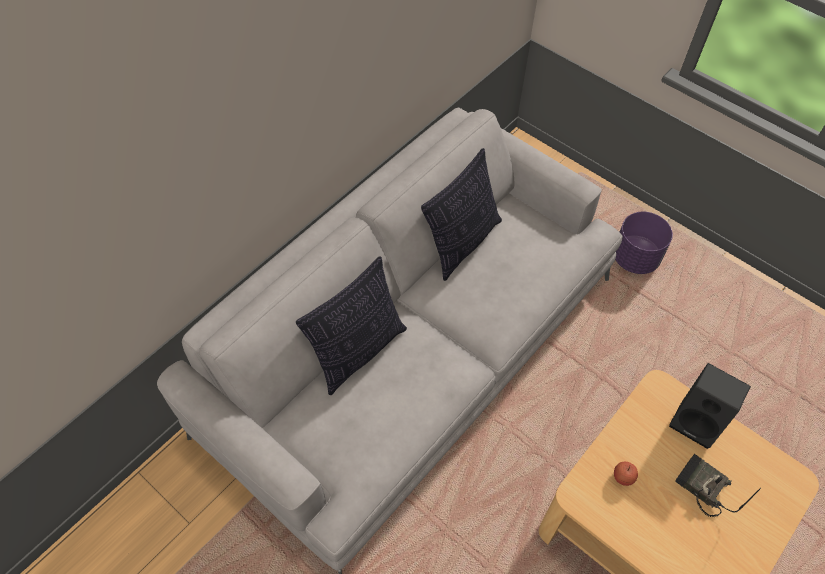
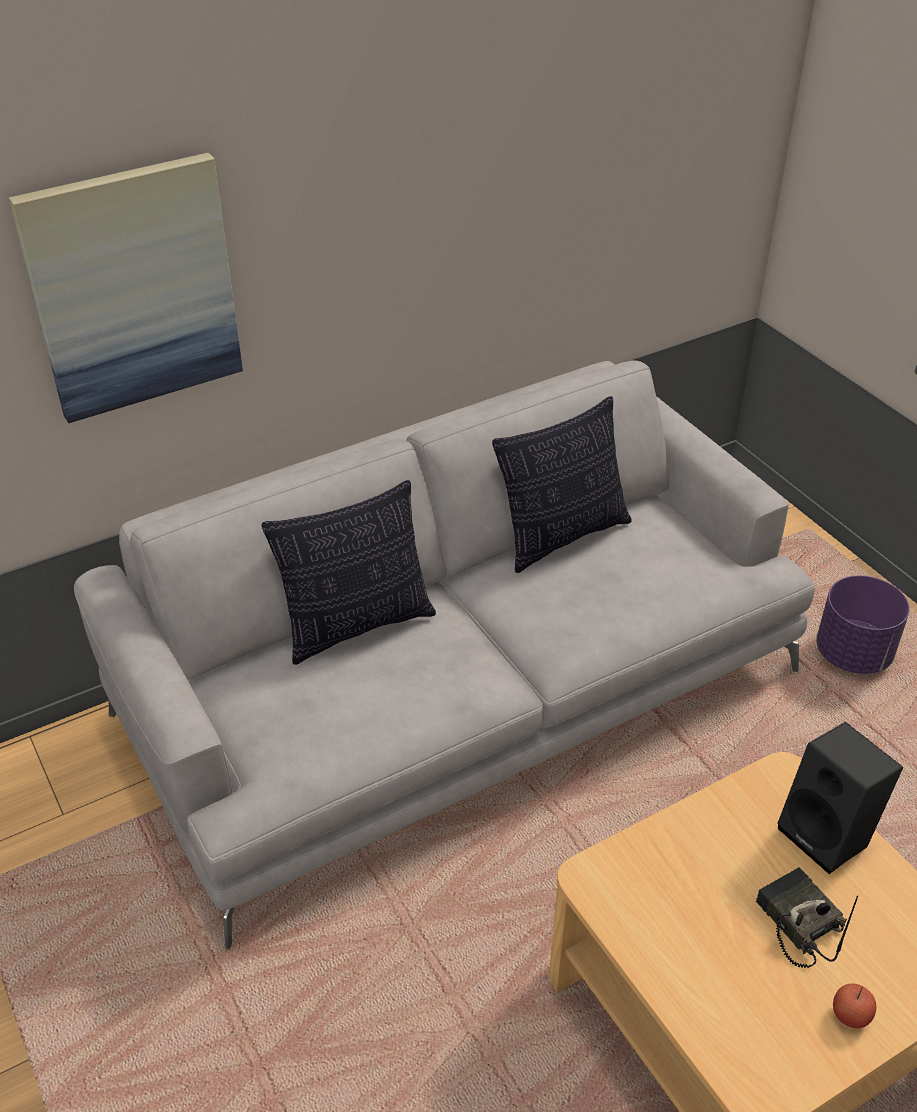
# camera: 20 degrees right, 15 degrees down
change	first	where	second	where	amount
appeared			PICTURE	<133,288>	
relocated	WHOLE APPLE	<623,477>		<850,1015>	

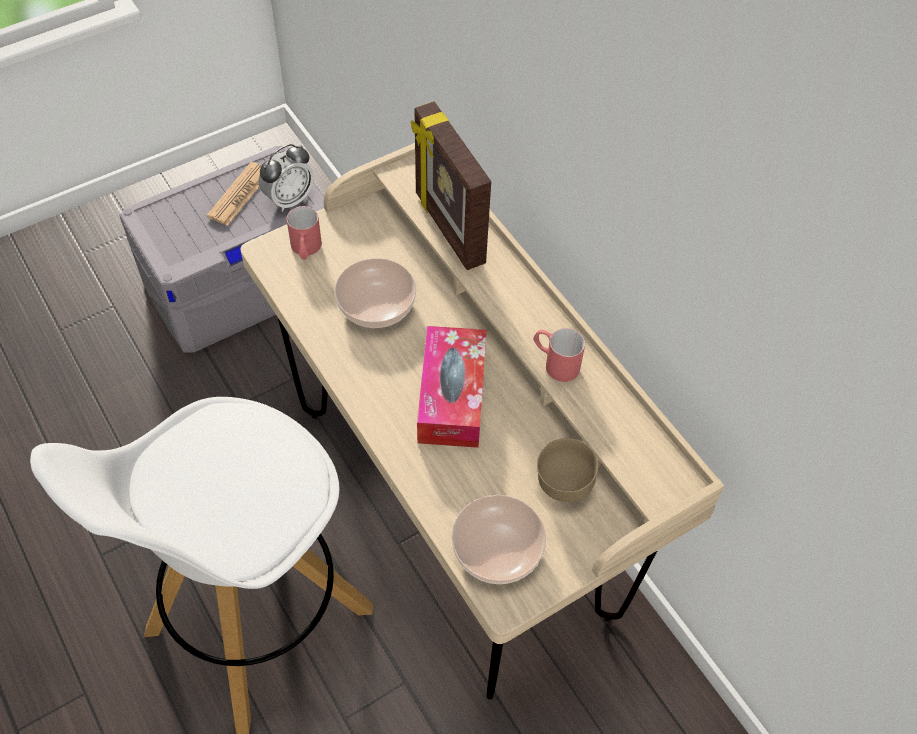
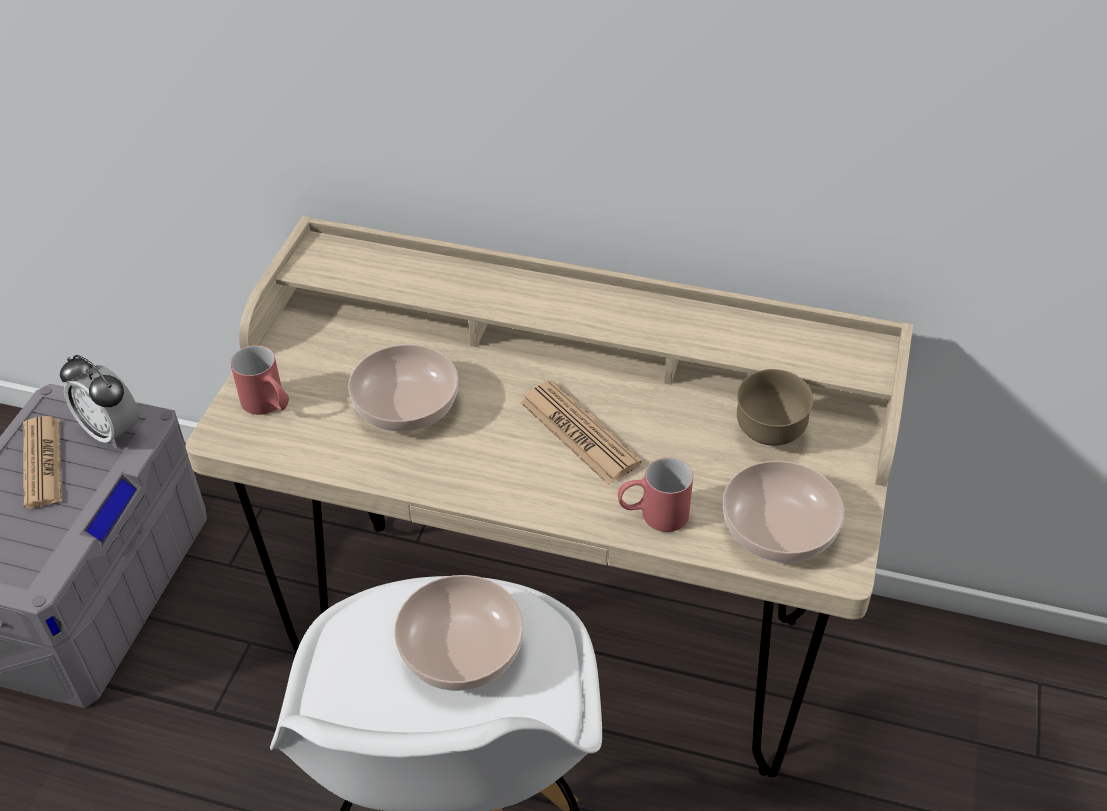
# camera: 40 degrees left, 10 degrees down
change	first	where	second	where	amount
spun	ALARM CLOCK	<289,199>		<111,431>	120 degrees clockwise
appeared			BOWL	<459,649>	
exchanged	TISSUE HOLDER	<452,396>	NEWSPAPER	<579,433>	
relocated	RED-COLOURED COFFEE MUG	<555,363>		<652,515>	
missing	STANDING FRAME	<448,229>			

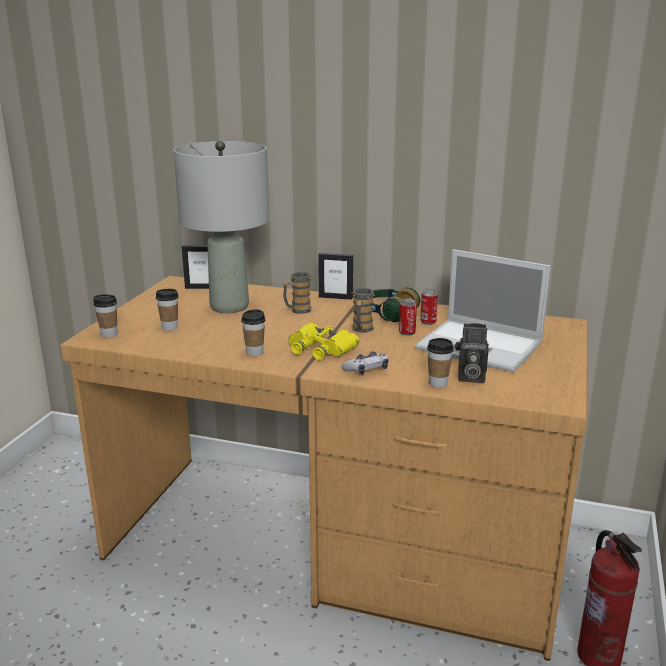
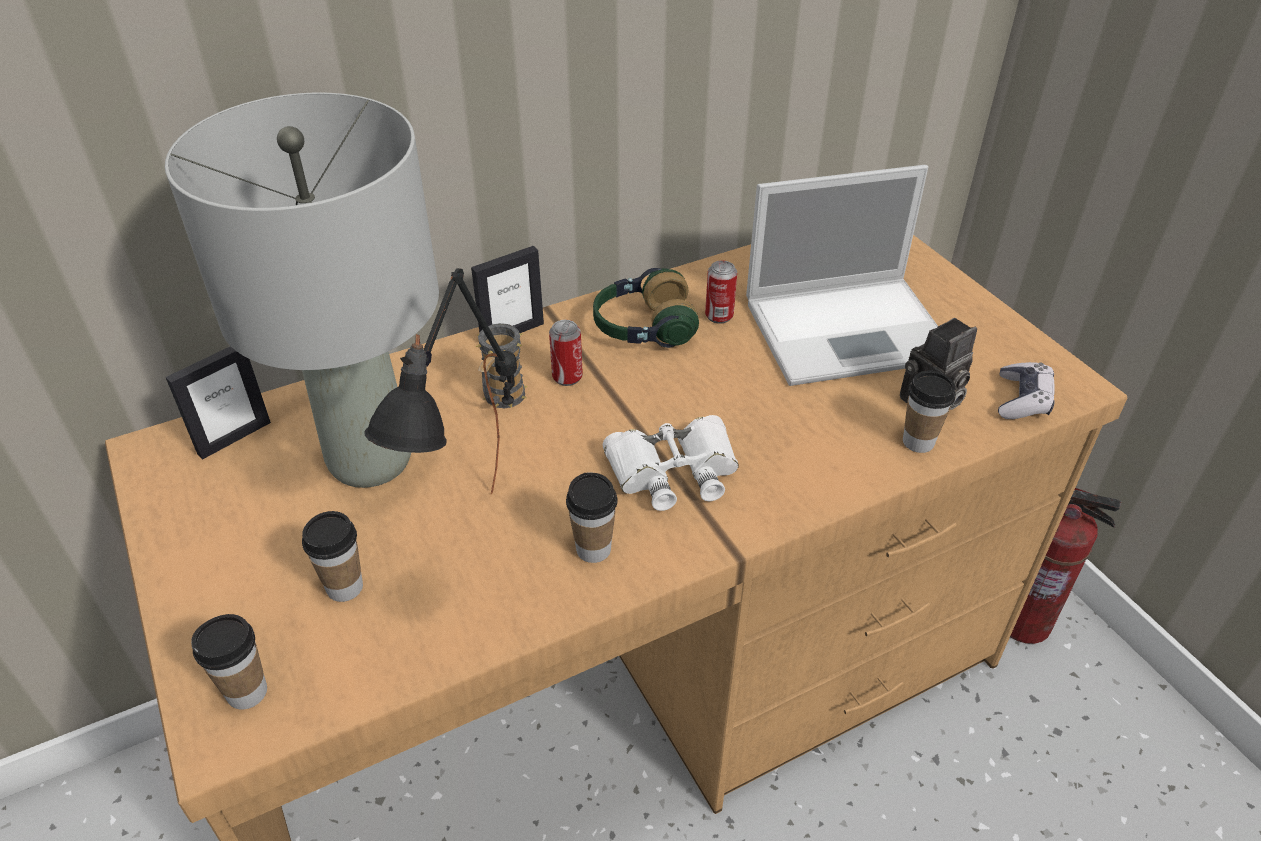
# camera: 45 degrees left, 20 degrees up
change	first	where	second	where	amount
appeared			BLACKISH LAMP FOR A TABLE	<478,547>	
relocated	METAL CAN	<407,332>		<567,377>	
colour	YELLOW PAIR OF BINOCULARS	<320,348>	WHITISH PAIR OF BINOCULARS	<673,470>	
relocated	GAMEPAD	<366,370>		<1022,400>	
missing	COFFEE MUG	<361,330>			

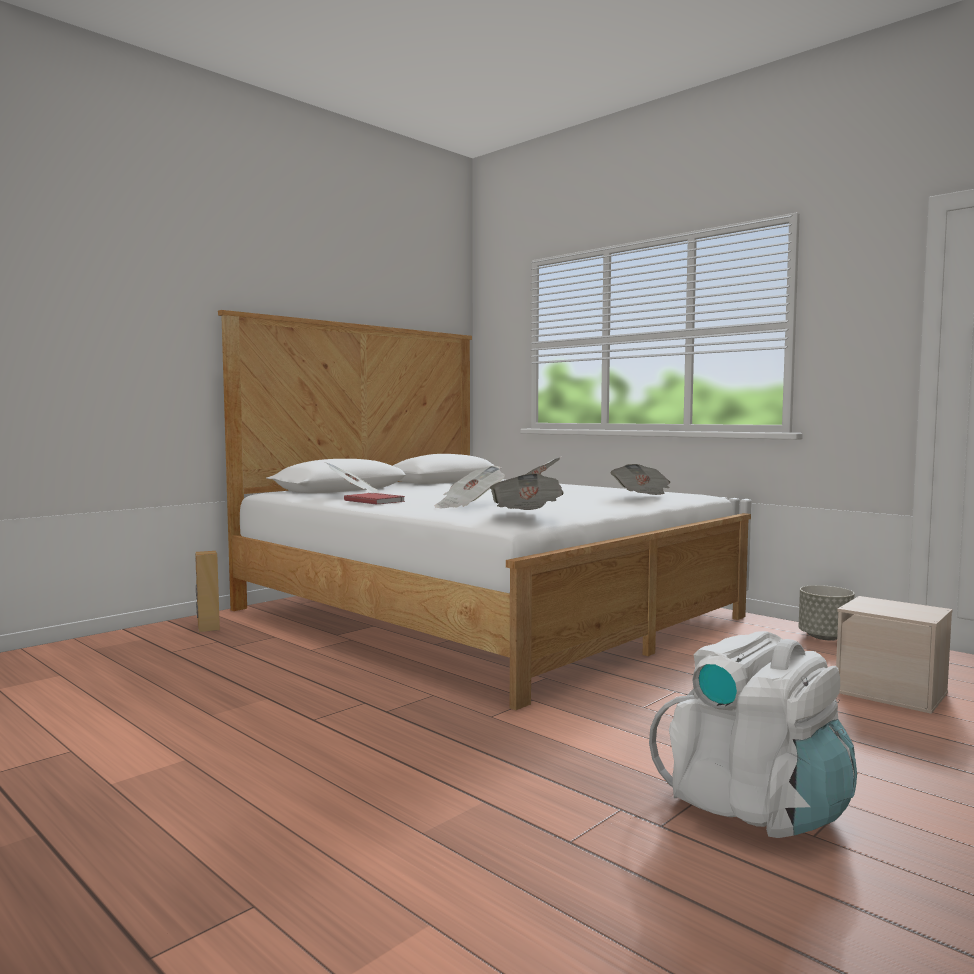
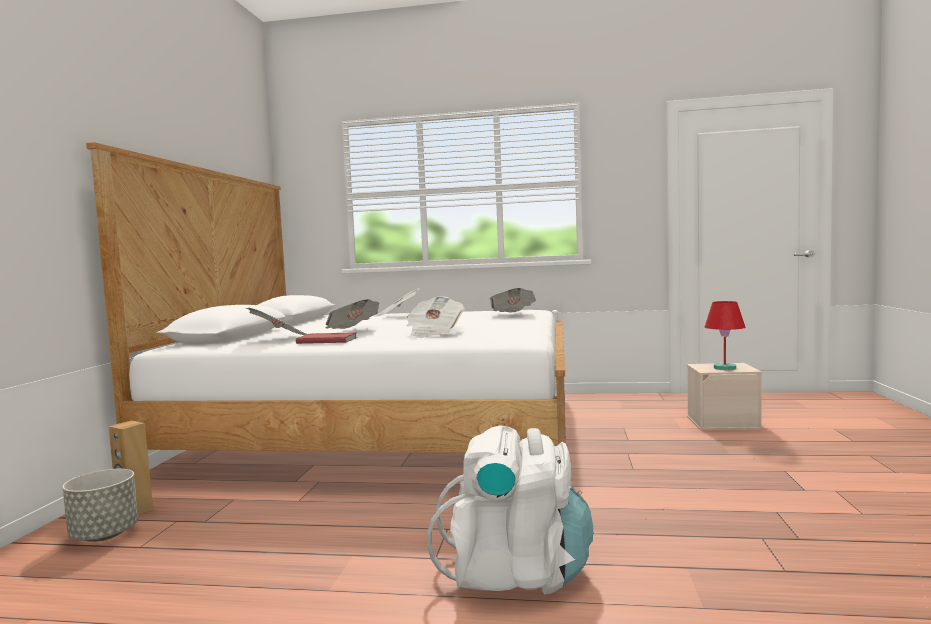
# camera: 35 degrees left, 0 degrees up
change	first	where	second	where	amount
relocated	GREYISH PLANTER	<825,637>		<105,535>	
relocated	NEWSPAPER	<526,514>		<353,330>	
relocated	WHITISH RUCKSACK	<754,806>		<515,572>	
appeared			RED-COLOURED LAMP FOR A TABLE	<724,368>	

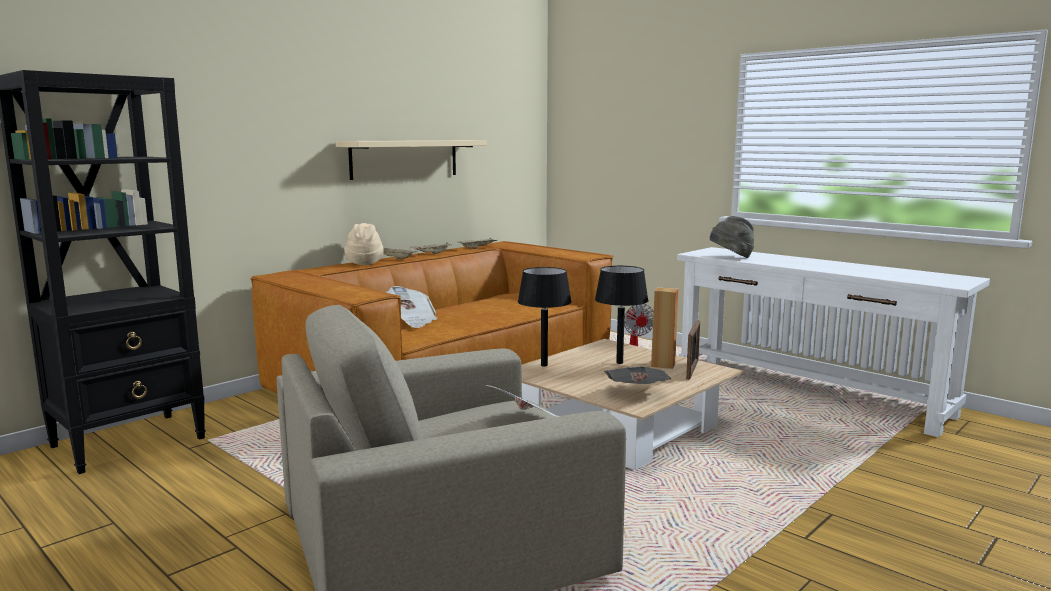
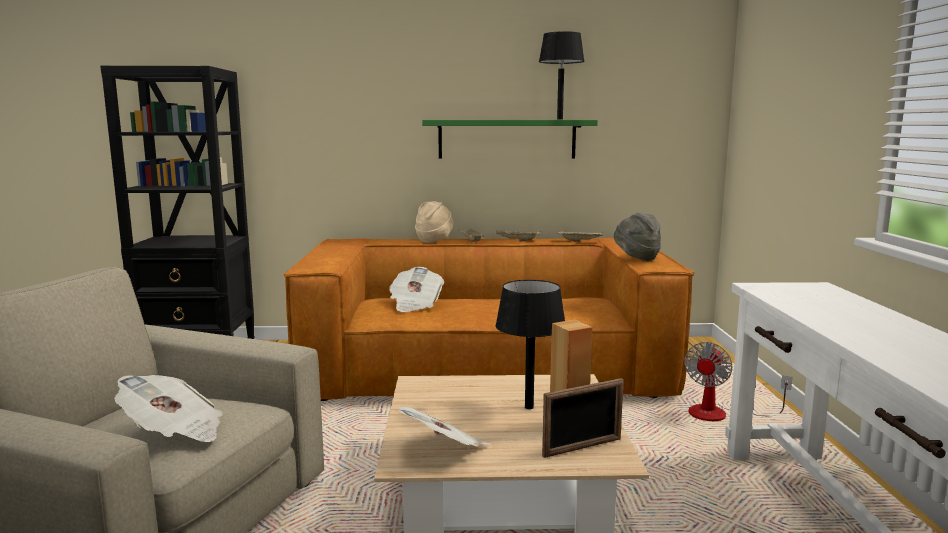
# camera: 45 degrees right, 0 degrees up
change	first	where	second	where	amount
colour	BEIGE SHELF	<405,159>	GREEN SHELF	<507,139>	
relocated	BLACKISH LAMP FOR A TABLE	<544,365>		<560,119>	
relocated	GREYISH CLOTHING HAT	<731,257>		<636,258>	

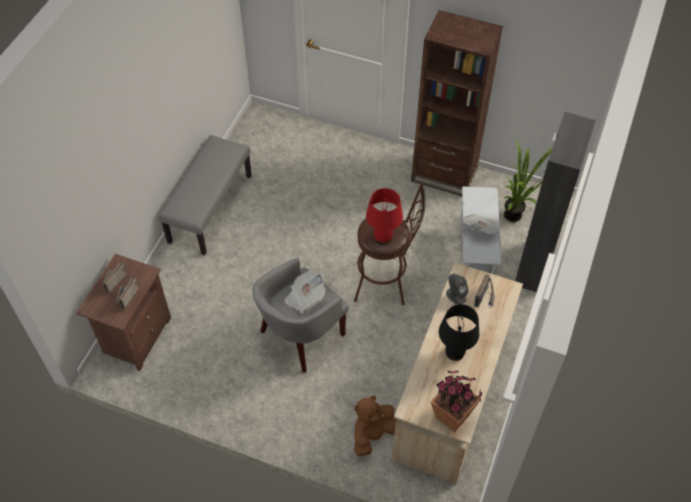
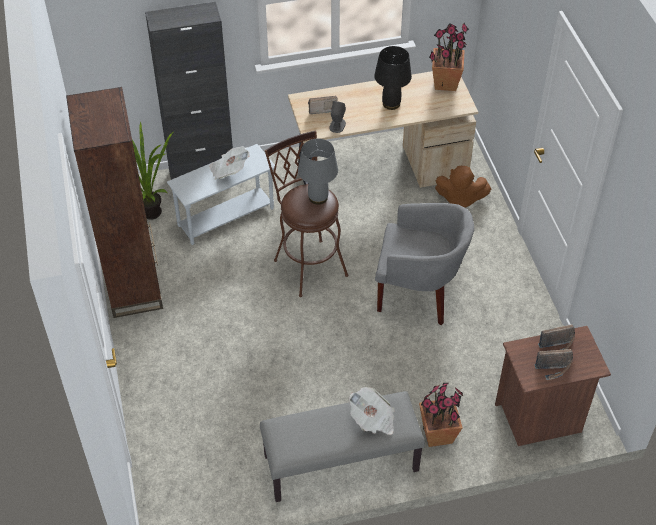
# camera: 125 degrees left, 5 degrees down
change	first	where	second	where	amount
colour	RED-COLOURED LAMP FOR A TABLE	<382,238>	GREYISH LAMP FOR A TABLE	<318,197>	
relocated	NEWSPAPER	<305,298>		<372,419>	
appeared			HOUSEPLANT	<438,434>	

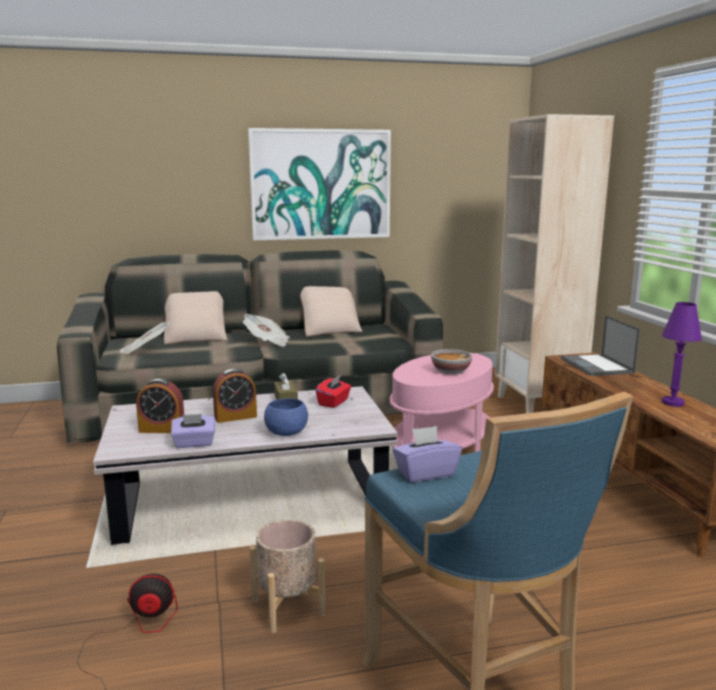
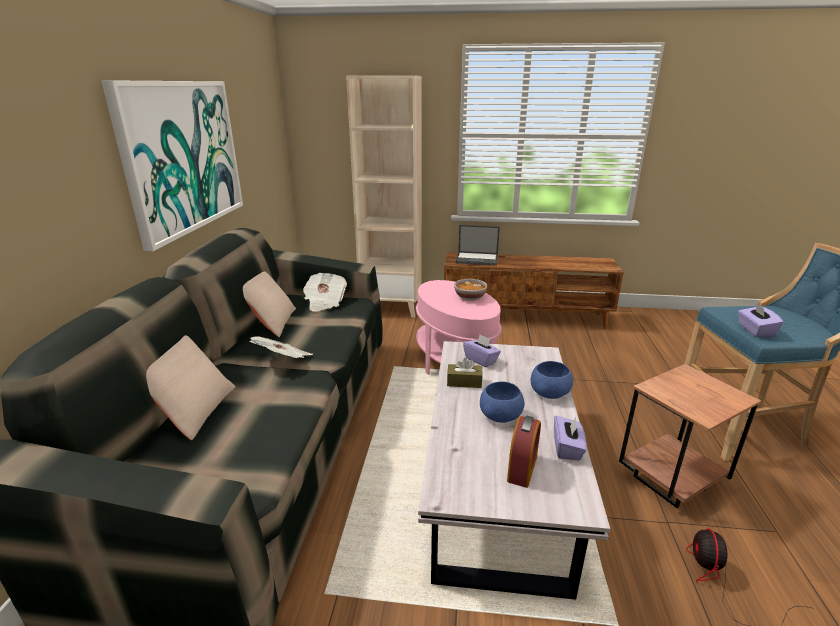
# camera: 70 degrees left, 10 degrees up
change	first	where	second	where	amount
relocated	NEWSPAPER	<145,351>		<324,302>	
colour	RED-COLOURED TISSUE HOLDER	<334,402>	PURPLE-COLOURED TISSUE HOLDER	<481,360>	
exchanged	ALARM CLOCK	<235,417>	BLUISH BOWL	<499,416>	
exchanged	BEIGE PLANTER	<288,608>	BROWN ACCENT TABLE	<671,483>	
missing	PURPLE-COLOURED LAMP FOR A TABLE	<673,403>			

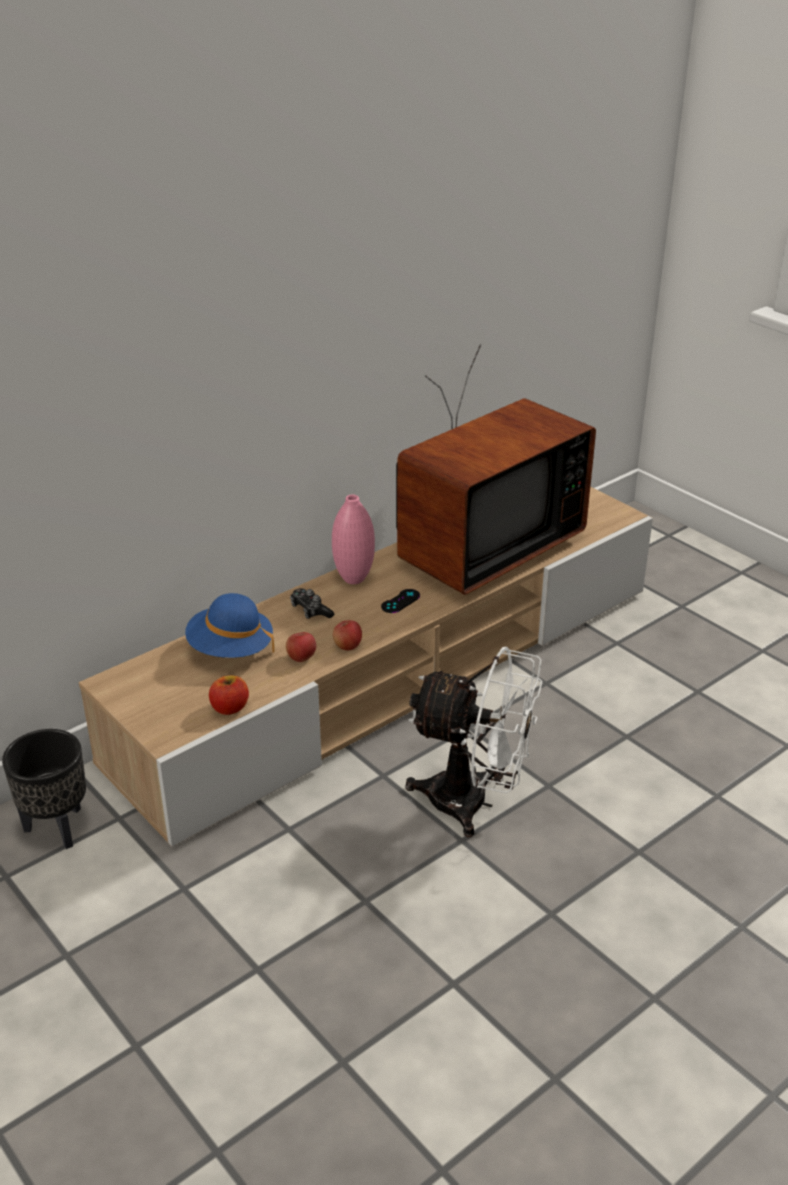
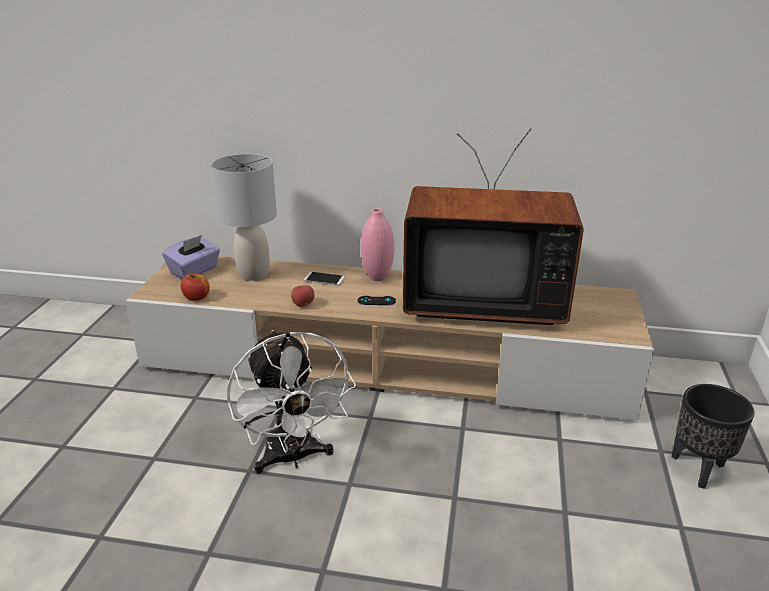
# camera: 50 degrees right, 5 degrees down
change	first	where	second	where	amount
appeared			PURPLE-COLOURED TISSUE HOLDER	<194,271>	
exchanged	BLUISH CLOTHING HAT	<230,649>	GREYISH LAMP FOR A TABLE	<253,274>	
exchanged	GAMEPAD	<310,610>	TELEPHONE	<324,279>	
relocated	BLACKISH PLANTER	<56,828>		<697,468>	
missing	WHOLE APPLE	<301,658>			

